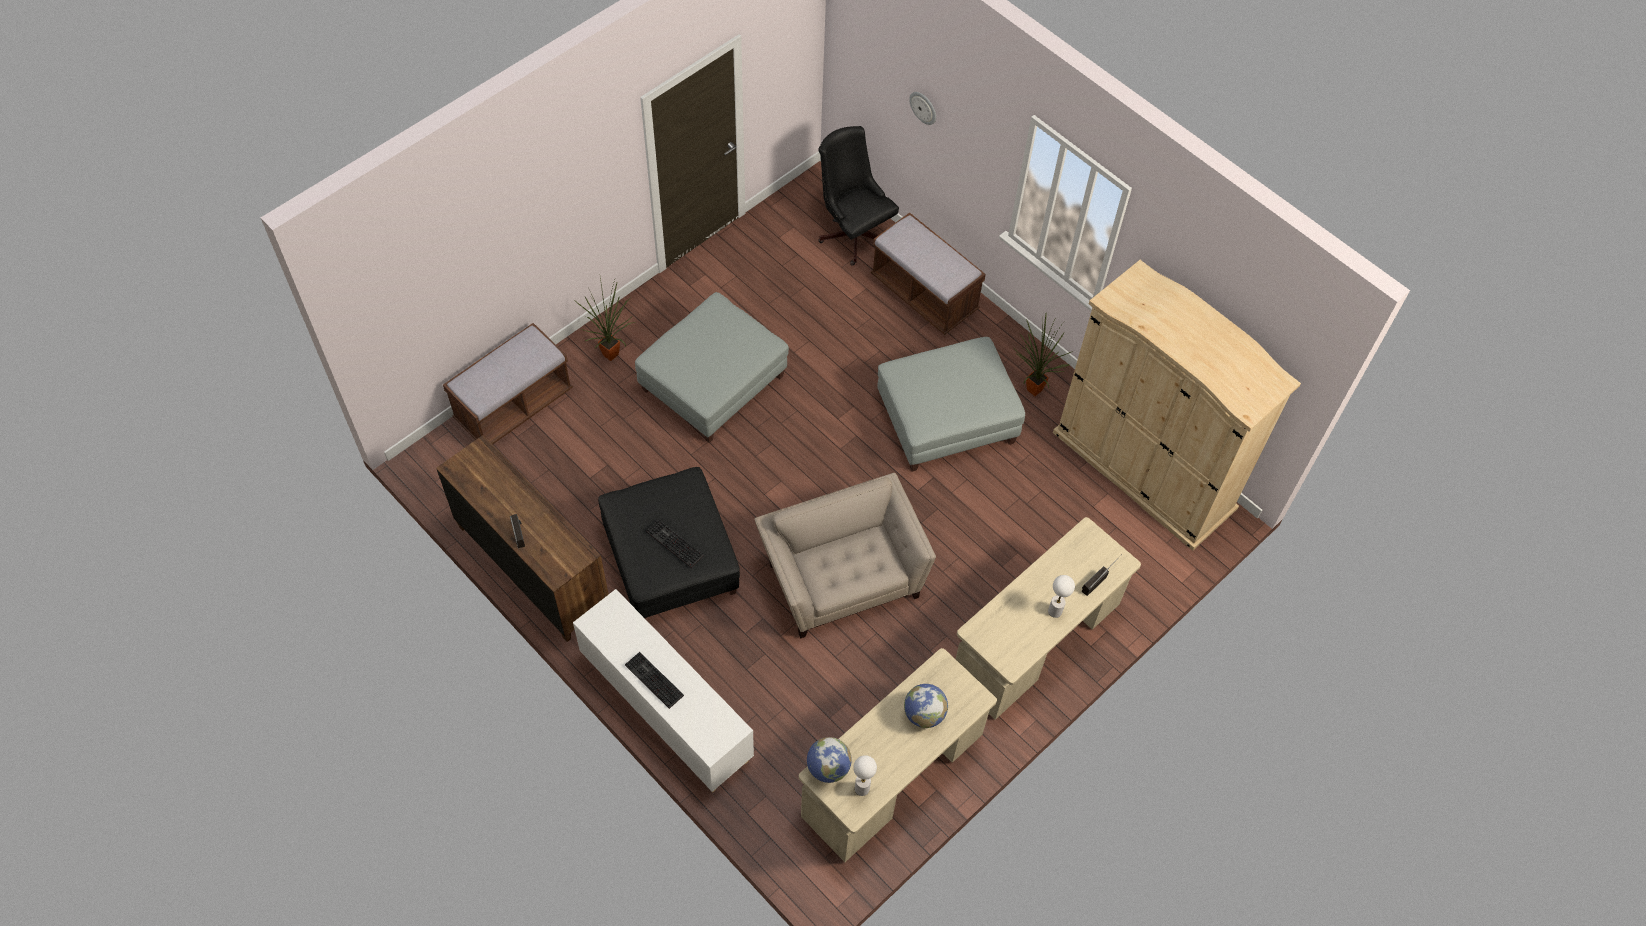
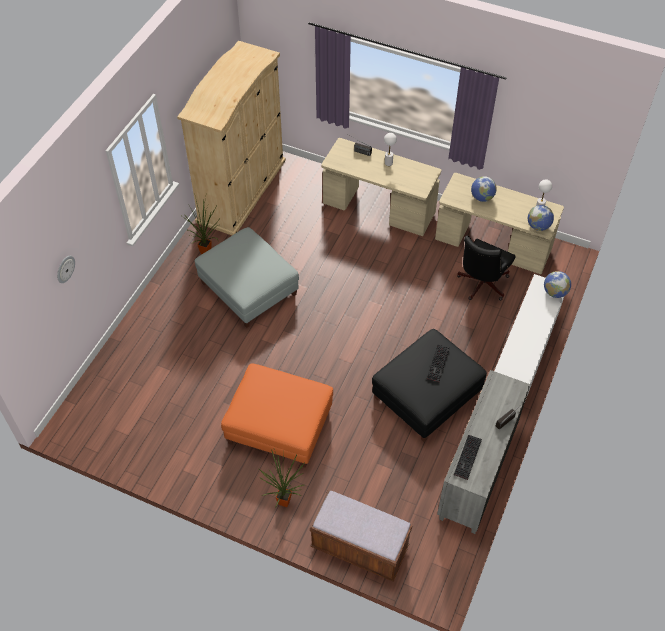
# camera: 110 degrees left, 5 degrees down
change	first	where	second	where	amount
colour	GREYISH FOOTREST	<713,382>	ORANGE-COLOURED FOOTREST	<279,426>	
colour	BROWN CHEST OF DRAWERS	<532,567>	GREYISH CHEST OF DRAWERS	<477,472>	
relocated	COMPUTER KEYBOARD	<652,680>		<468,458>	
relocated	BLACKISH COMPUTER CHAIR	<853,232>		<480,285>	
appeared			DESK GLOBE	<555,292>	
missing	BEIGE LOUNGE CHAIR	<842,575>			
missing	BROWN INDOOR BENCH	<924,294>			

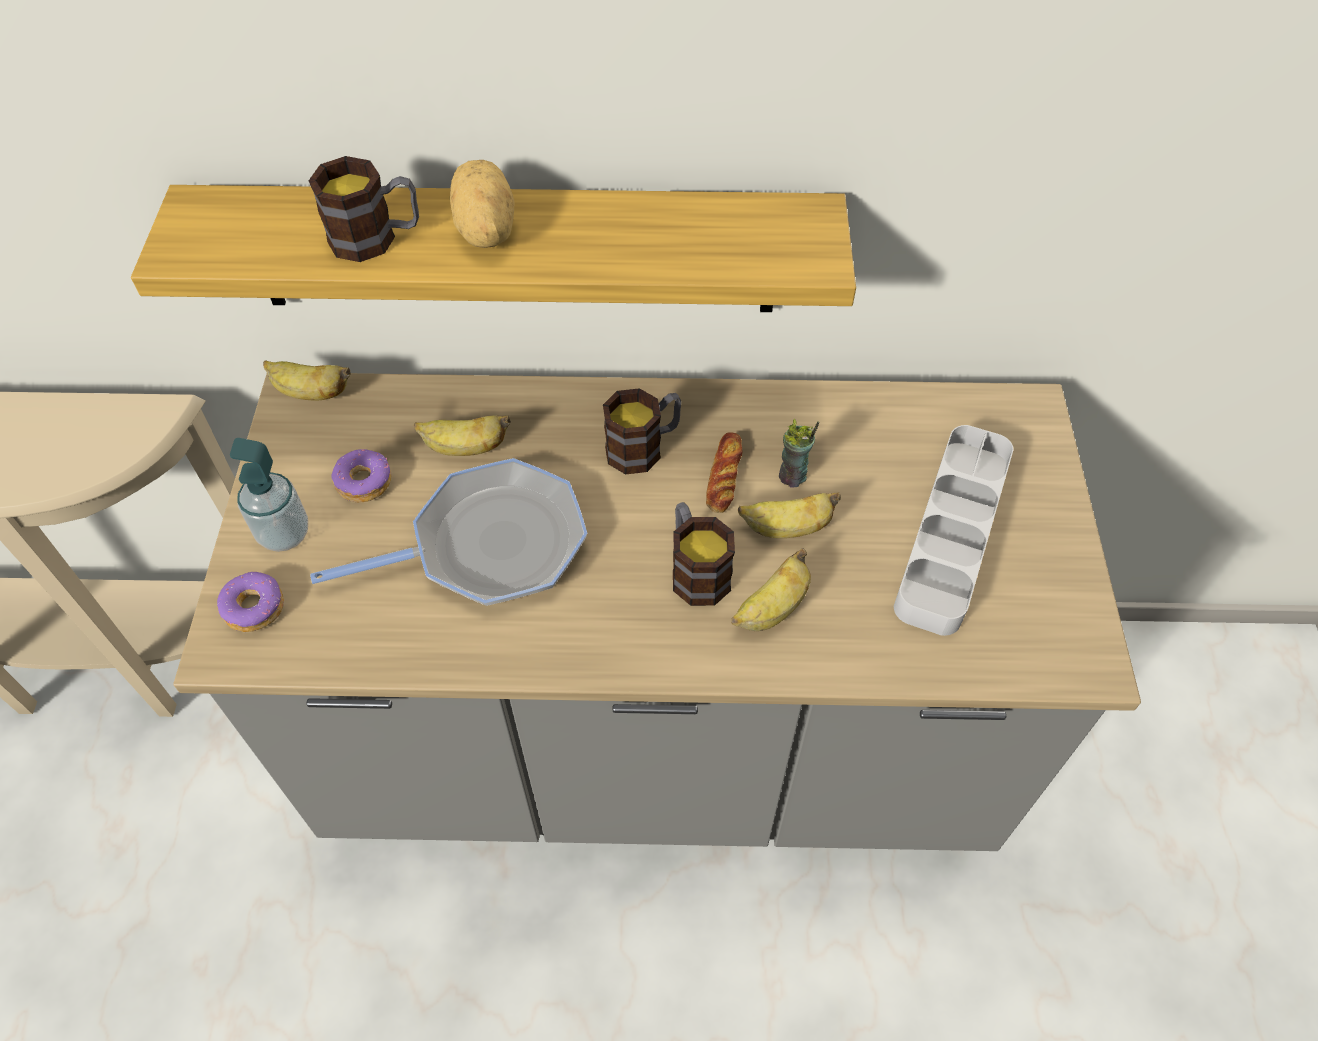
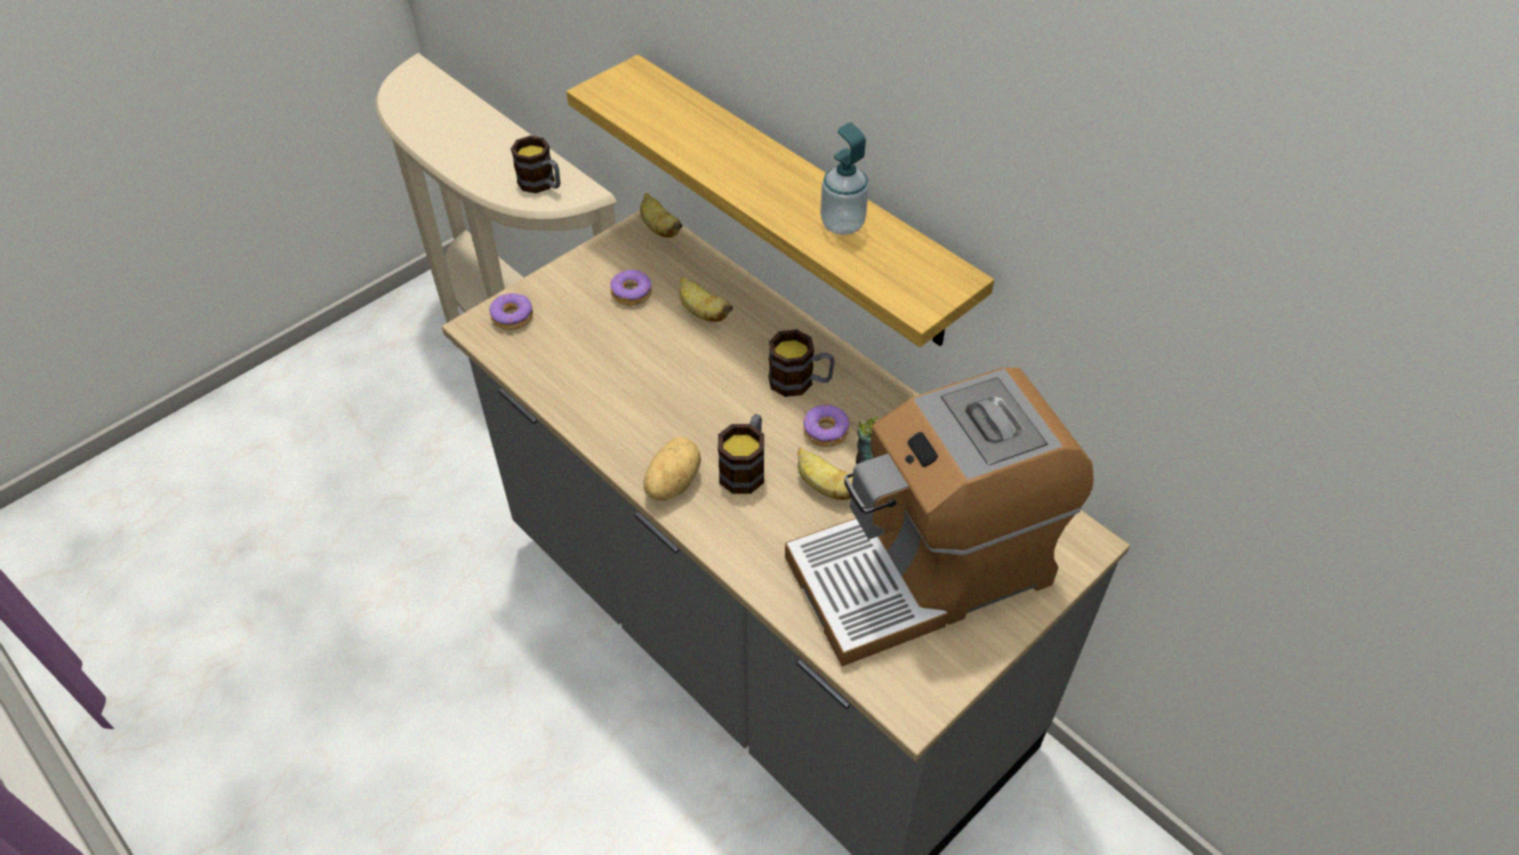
# camera: 45 degrees right, 5 degrees down
change	first	where	second	where	amount
relocated	COFFEE MUG	<376,238>		<542,184>	
relocated	WHOLE POTATO	<483,231>		<671,483>	
exchanged	GREYISH TRAY	<952,534>	COFFEE BREWER	<924,569>	
exchanged	BAKED BREAD	<724,476>	RING DOUGHNUT	<825,432>	
relocated	LIQUID SOAP BOTTLE	<284,534>		<842,224>	
missing	SKILLET	<489,545>			
missing	BANANA	<772,609>			

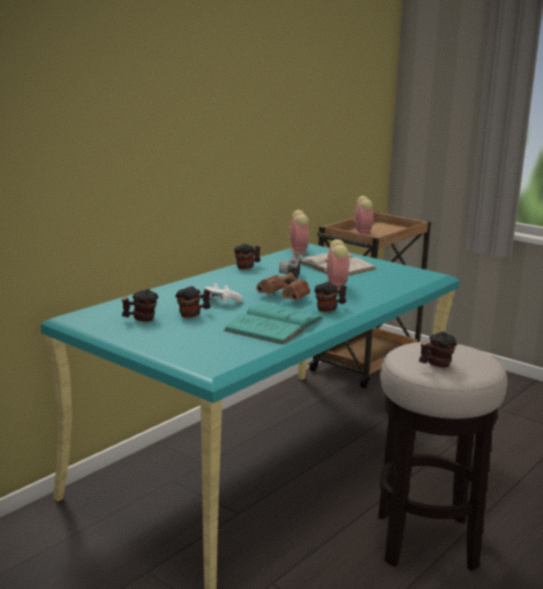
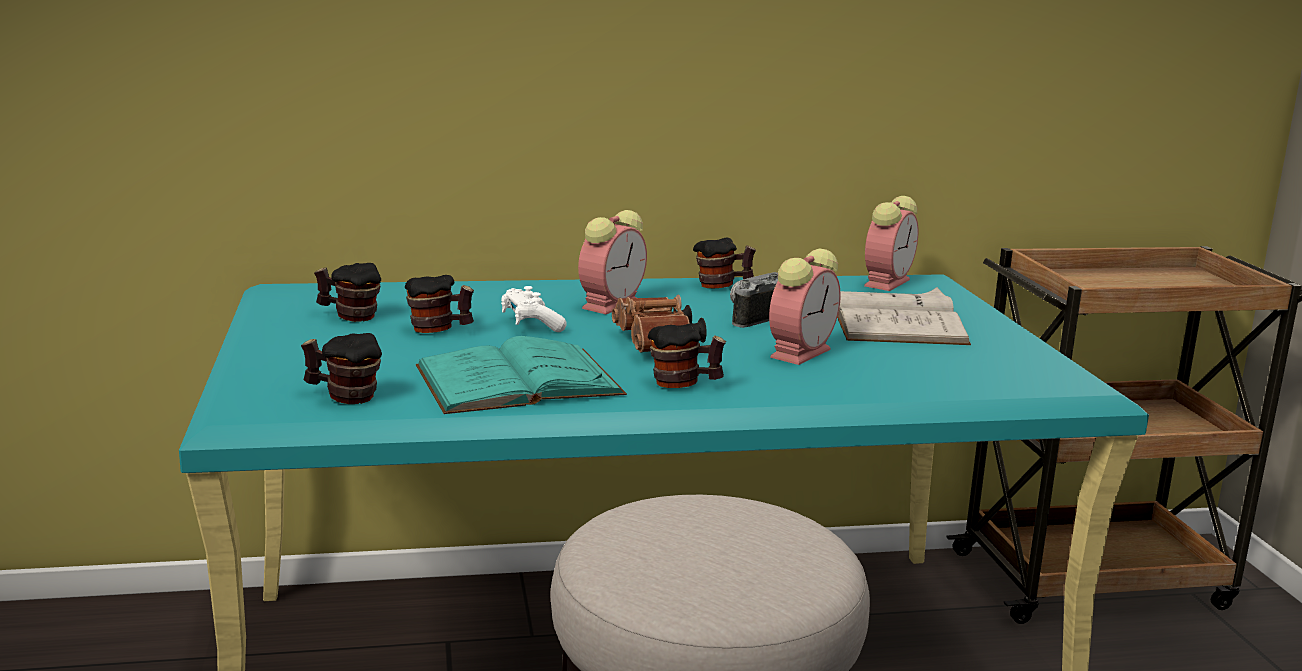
# camera: 40 degrees right, 0 degrees up
change	first	where	second	where	amount
relocated	COFFEE MUG	<435,365>		<344,396>	
relocated	ALARM CLOCK	<361,233>		<612,304>	

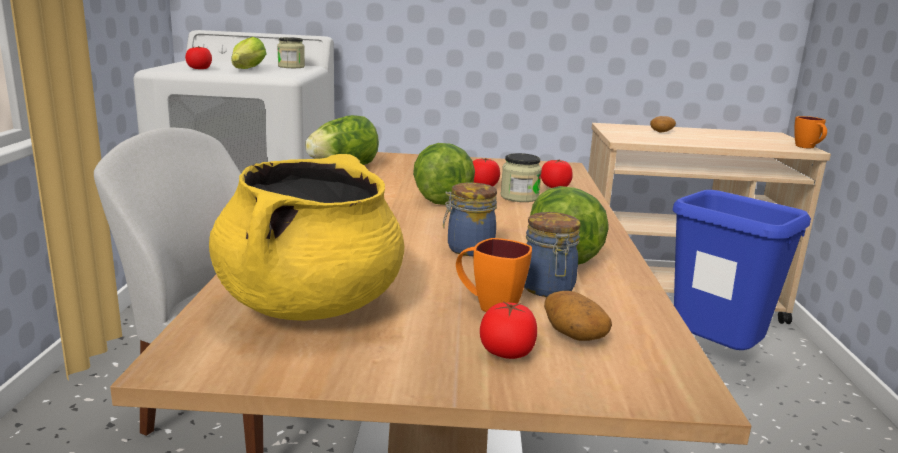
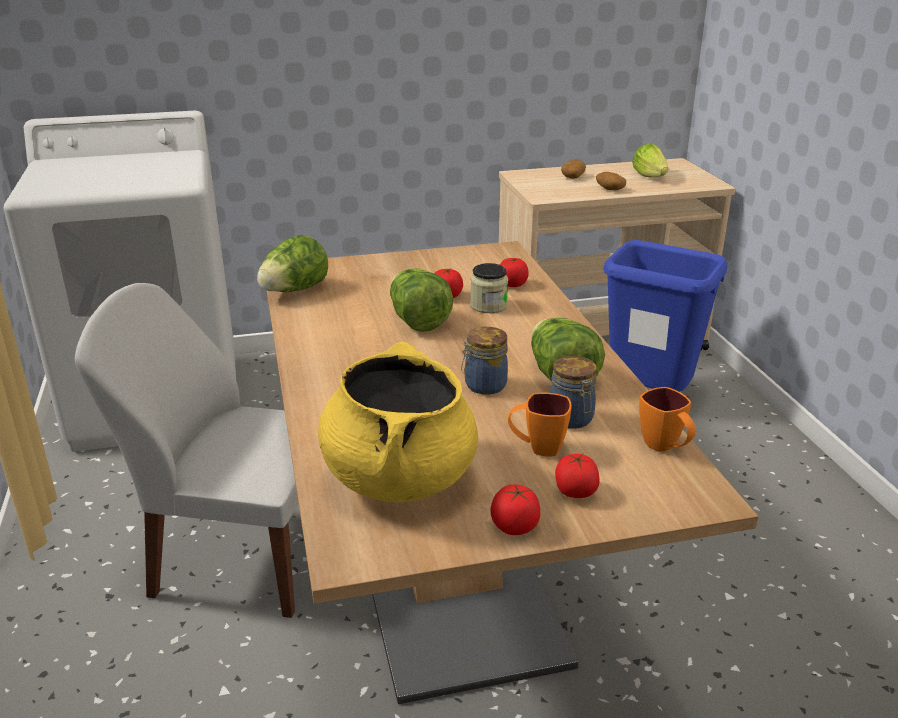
# camera: 15 degrees left, 10 degrees up
change	first	where	second	where	amount
relocated	TOMATO	<199,69>		<515,526>	
relocated	WHOLE POTATO	<573,333>		<609,189>	
relocated	LETTUCE HEAD	<246,70>		<651,176>	
relocated	ORANGE-COLOURED COFFEE MUG	<808,148>		<665,448>	
missing	STORAGE JAR	<291,67>			

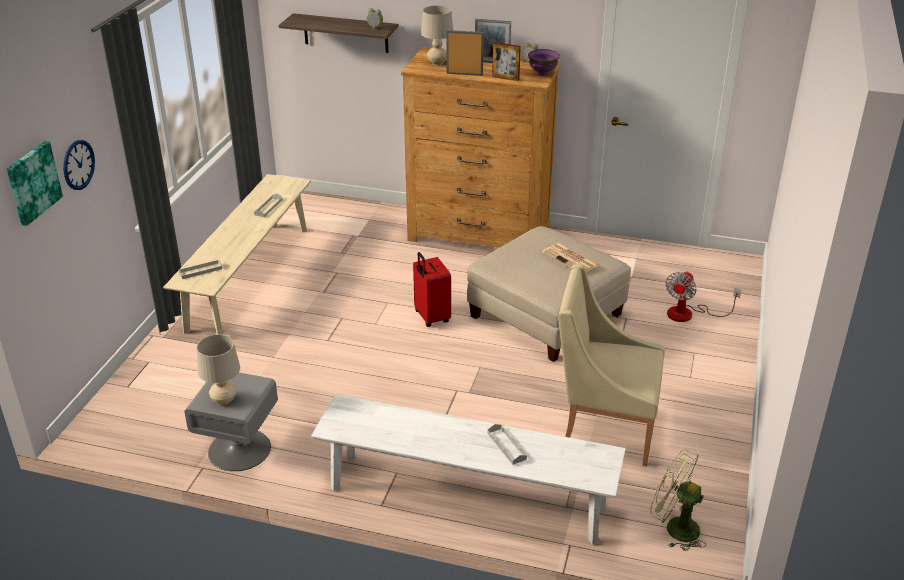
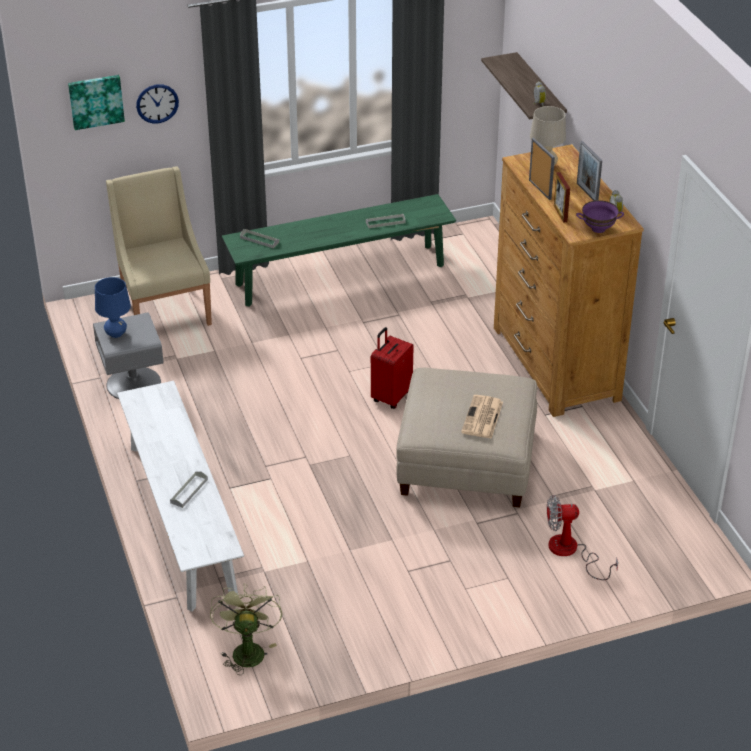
# camera: 55 degrees right, 5 degrees up
change	first	where	second	where	amount
colour	BEIGE LAMP FOR A TABLE	<223,400>	BLUISH LAMP FOR A TABLE	<116,334>	
relocated	BEIGE LOUNGE CHAIR	<603,428>		<164,310>	
colour	BEIGE INDOOR BENCH	<249,277>	GREEN INDOOR BENCH	<340,275>	

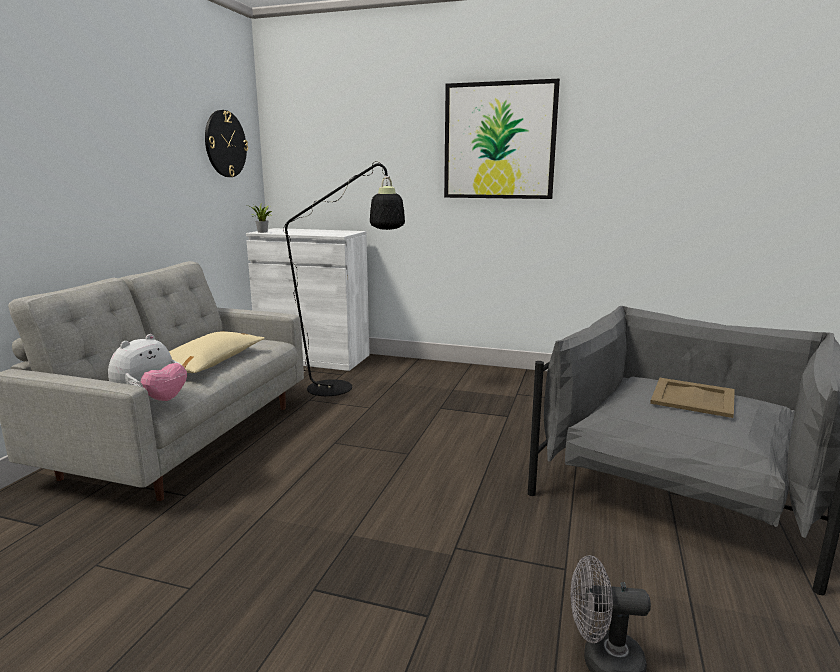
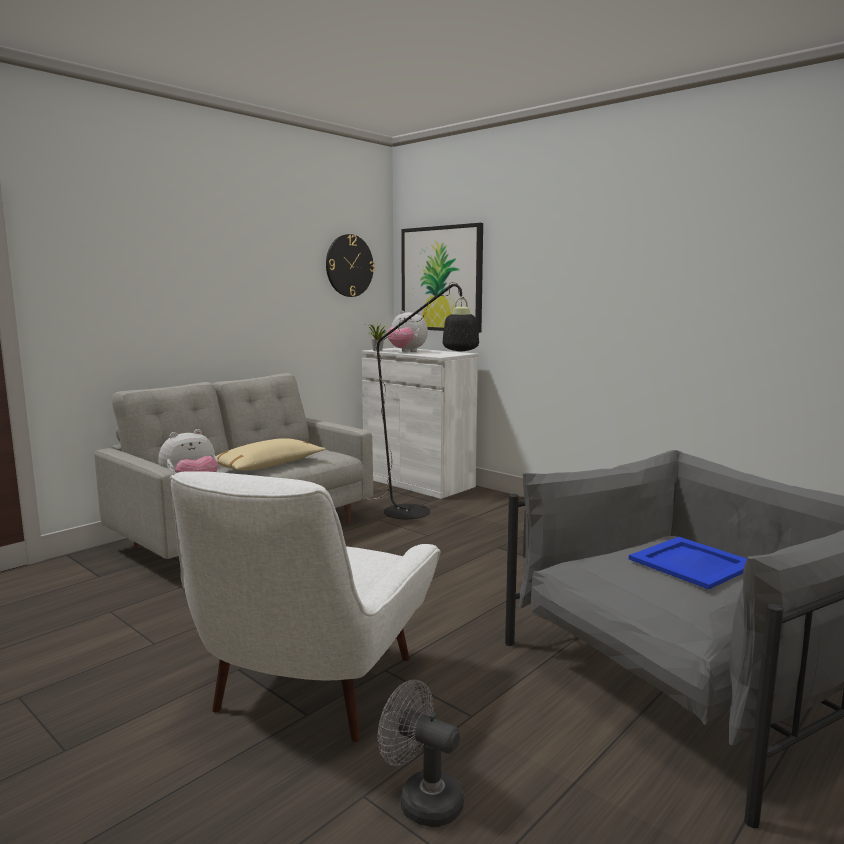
# camera: 25 degrees right, 5 degrees down
change	first	where	second	where	amount
appeared			WHITISH LOUNGE CHAIR	<310,691>	
appeared			SOFT TOY	<406,352>	
relocated	PICTURE	<499,141>		<441,279>	
colour	BEIGE TRAY	<693,397>	BLUISH TRAY	<693,562>	

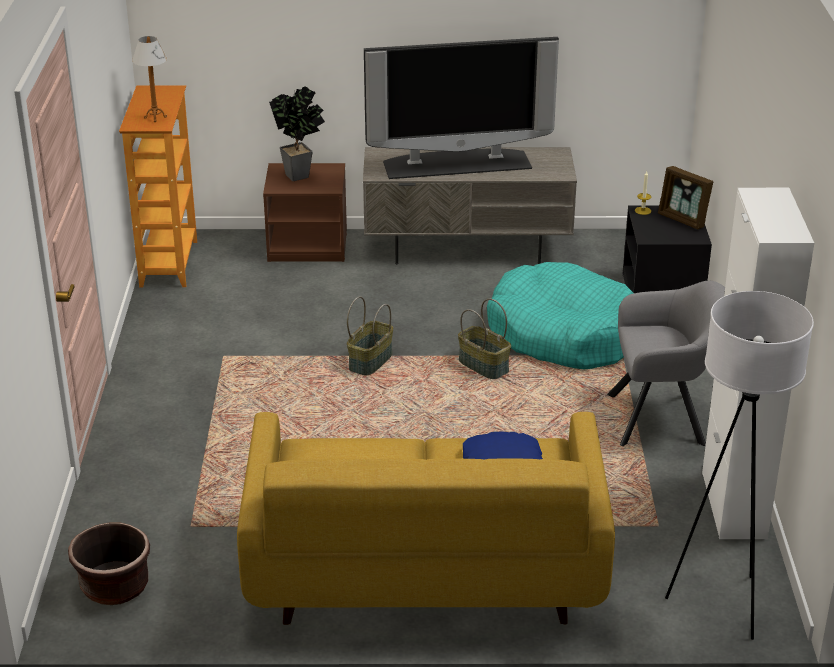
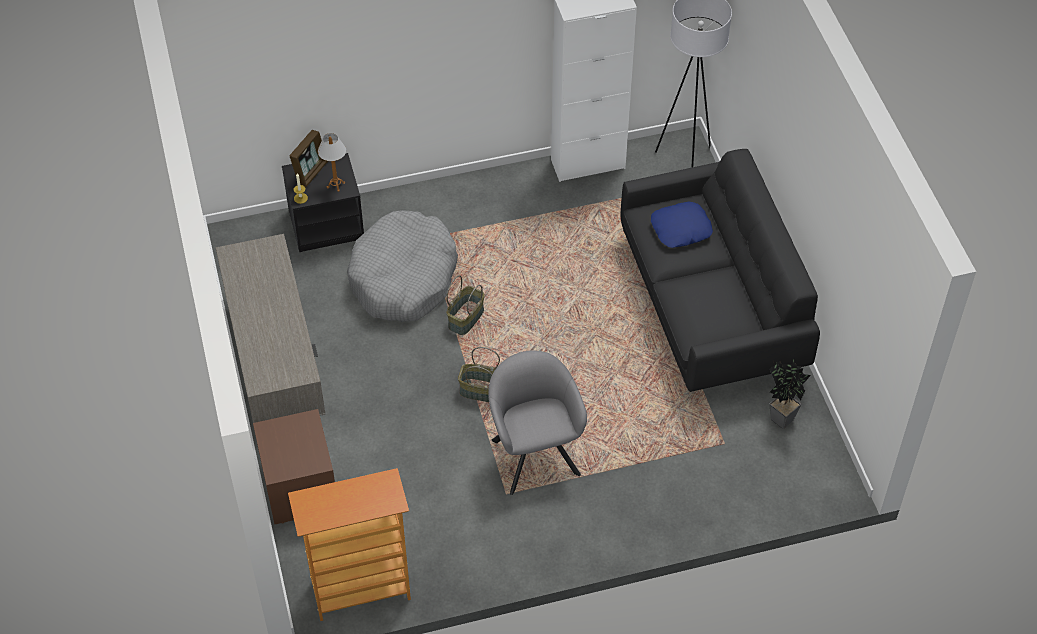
# camera: 105 degrees left, 20 degrees up
change	first	where	second	where	amount
relocated	LAMP FOR A TABLE	<155,117>		<336,185>	
colour	TURQUOISE DOG CUSHION	<562,333>	GREYISH DOG CUSHION	<403,278>	
relocated	GREYISH LOUNGE CHAIR	<662,419>		<534,453>	
colour	YELLOW SETTEE	<424,566>	BLACKISH SETTEE	<710,306>	
relocated	HOUSEPLANT	<301,176>		<780,416>	
missing	BROWN PLANTER	<114,587>			
missing	TV SET	<457,164>			

